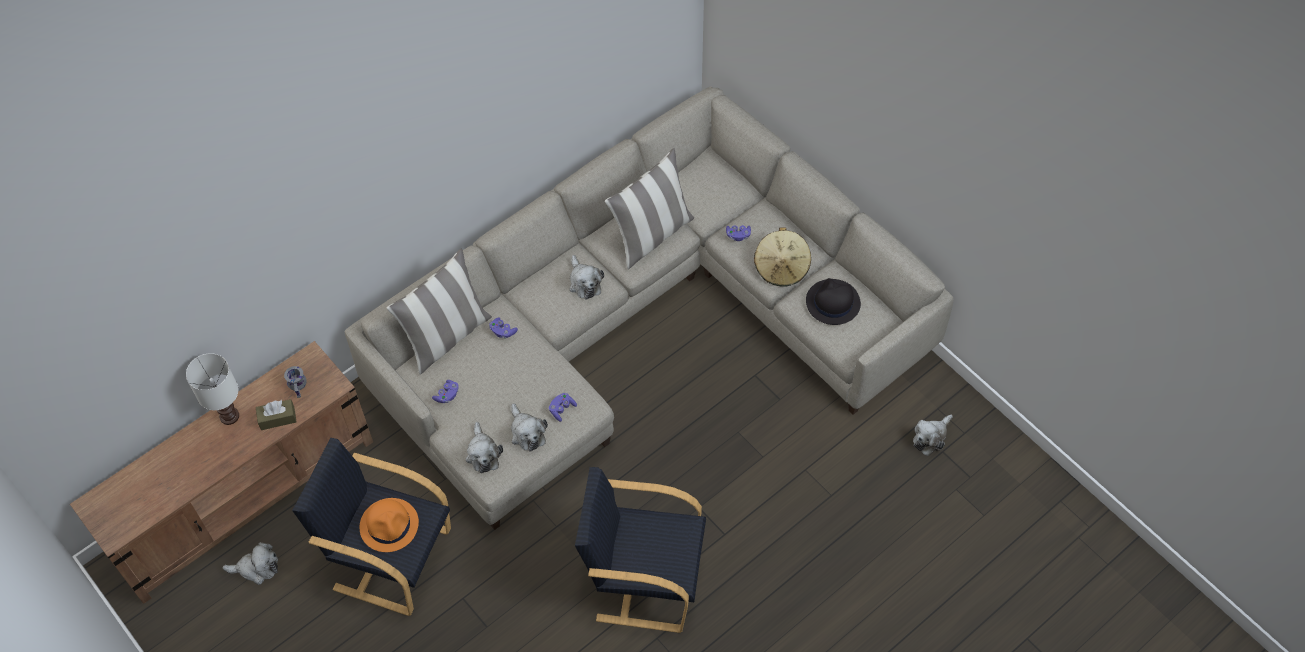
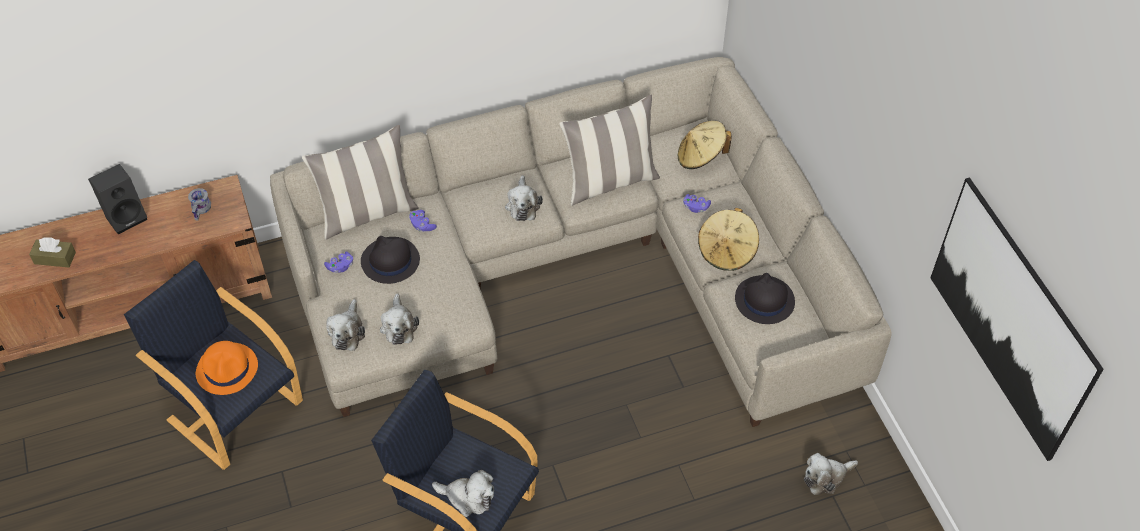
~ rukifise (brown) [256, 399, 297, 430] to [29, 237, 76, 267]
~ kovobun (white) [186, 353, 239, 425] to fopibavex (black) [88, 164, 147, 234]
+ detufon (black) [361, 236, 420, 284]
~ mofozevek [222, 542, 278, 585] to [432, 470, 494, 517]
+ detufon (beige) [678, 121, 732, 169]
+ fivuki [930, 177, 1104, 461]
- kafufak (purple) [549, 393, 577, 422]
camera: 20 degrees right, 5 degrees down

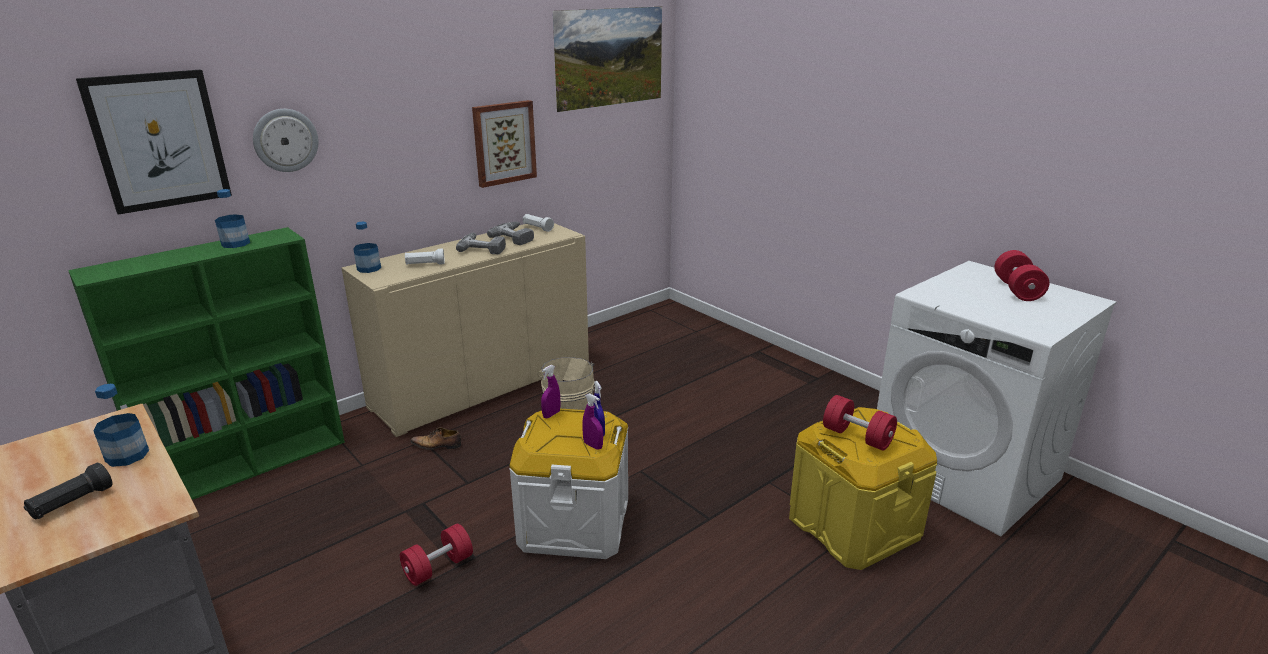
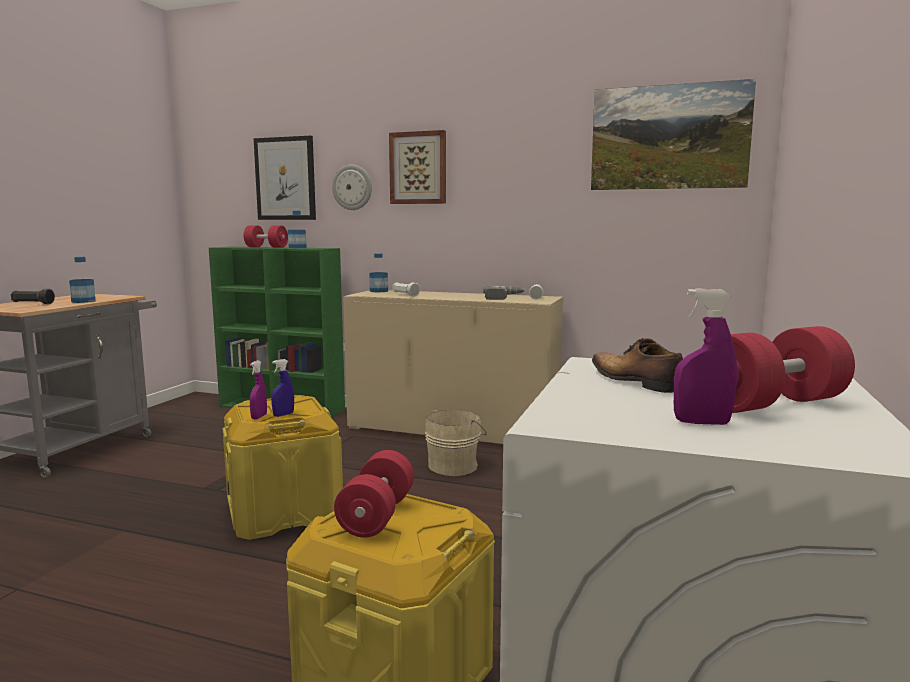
~ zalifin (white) [509, 409, 628, 559] to zalifin (yellow) [223, 395, 343, 540]
~ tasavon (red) [399, 524, 473, 586] to [244, 225, 288, 248]
~ fivuki [472, 100, 537, 188] to [389, 130, 446, 204]
~ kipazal [410, 427, 461, 450] to [592, 338, 683, 393]
~ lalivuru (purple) [541, 365, 560, 418] to [674, 288, 737, 425]
- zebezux [456, 233, 506, 254]
camera: 60 degrees right, 15 degrees down

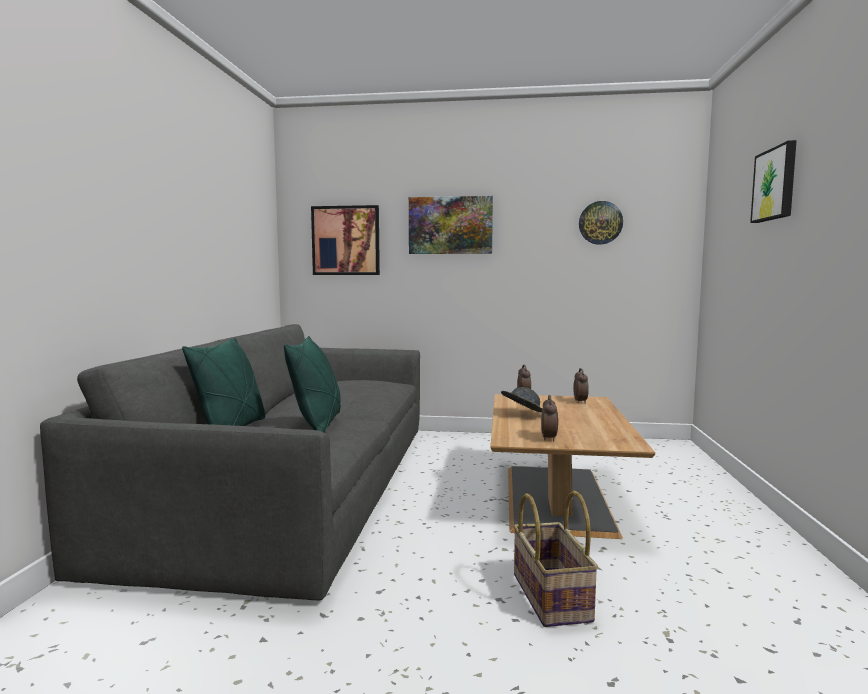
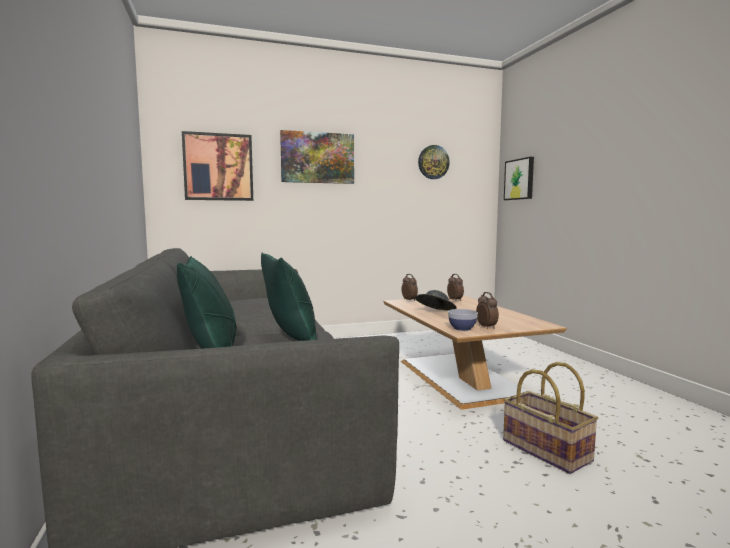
+ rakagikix [448, 309, 478, 331]
~ fivuki [750, 140, 797, 223] to [504, 157, 534, 200]
camera: 25 degrees left, 0 degrees up

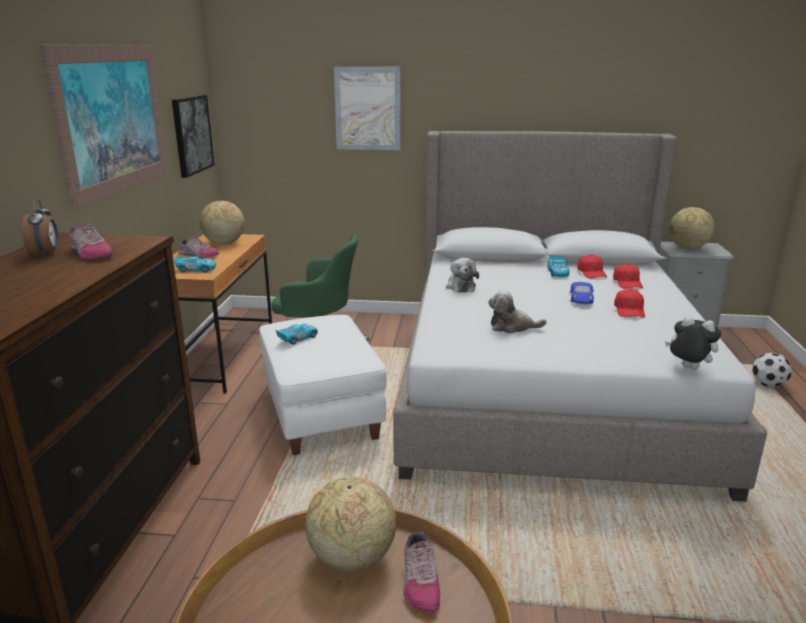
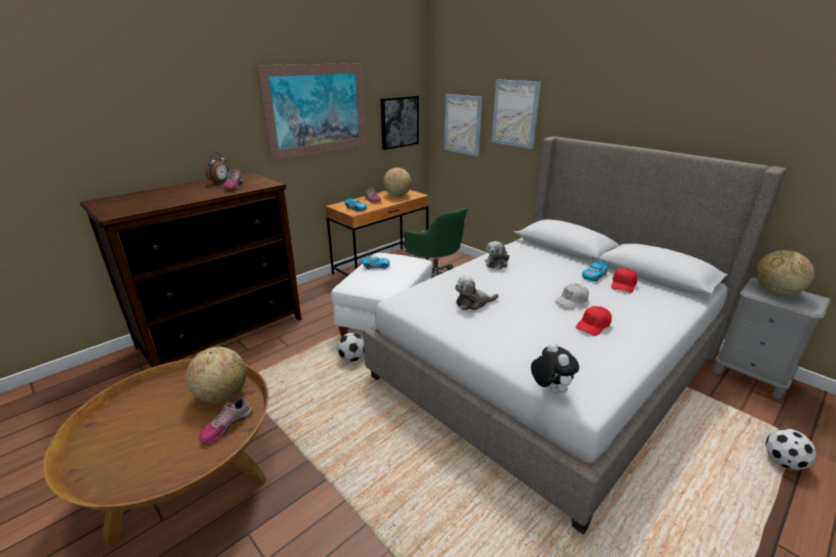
+ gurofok [337, 333, 364, 362]
+ fivuki [444, 94, 482, 156]
~ mofozevek [488, 290, 547, 333] = [455, 276, 498, 310] 60 degrees counterclockwise
~ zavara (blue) [570, 282, 594, 304] to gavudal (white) [555, 283, 589, 309]
- gavudal (red) [613, 264, 643, 289]
camera: 40 degrees right, 5 degrees up

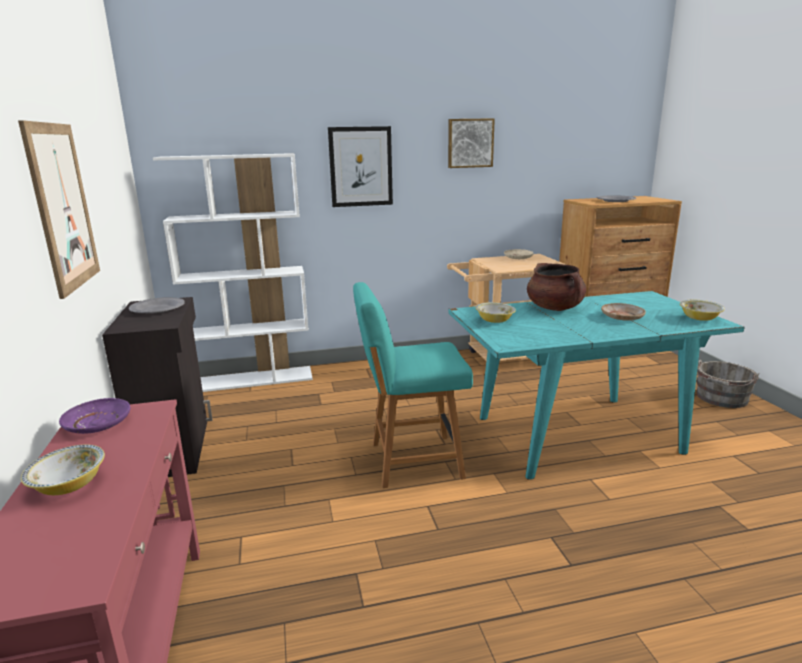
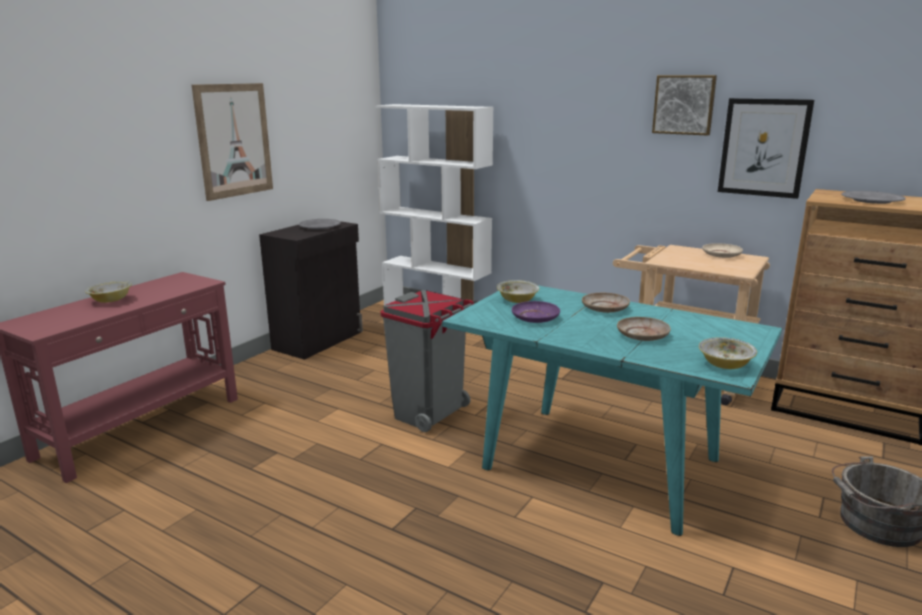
~ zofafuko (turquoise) [353, 282, 473, 488] to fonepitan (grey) [381, 290, 474, 432]
~ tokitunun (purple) [59, 398, 130, 434] to [512, 301, 560, 323]
~ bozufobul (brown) [527, 263, 586, 311] to tokitunun (beige) [582, 293, 630, 313]
~ fivuki [328, 126, 393, 207] to [718, 98, 814, 199]
camera: 45 degrees right, 0 degrees up

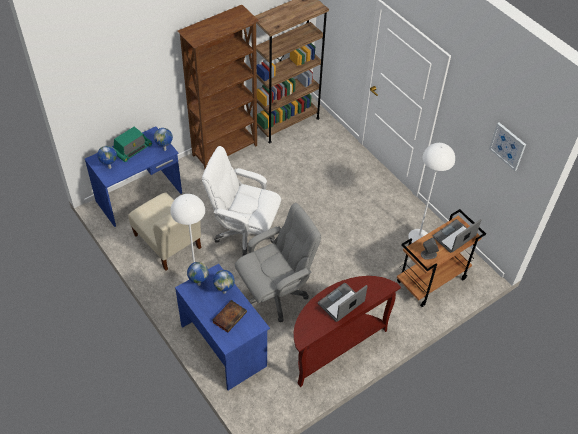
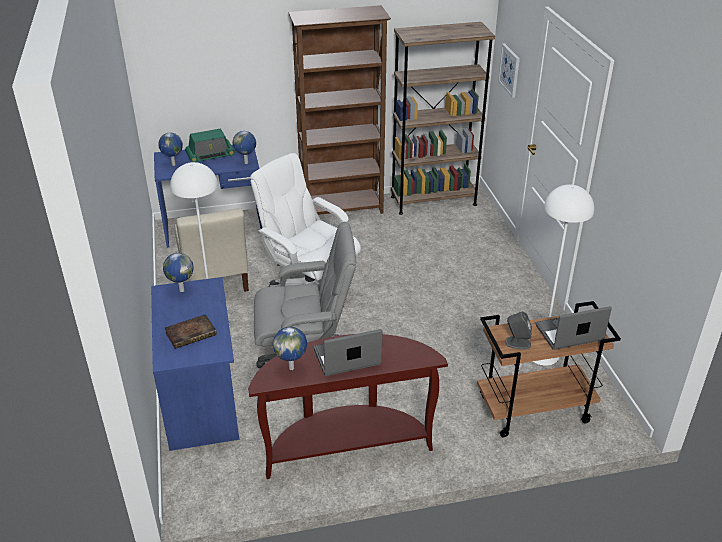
~ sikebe [213, 270, 235, 294] to [273, 327, 307, 370]
~ fivuki [489, 122, 526, 171] to [498, 43, 520, 98]
camera: 25 degrees right, 15 degrees down

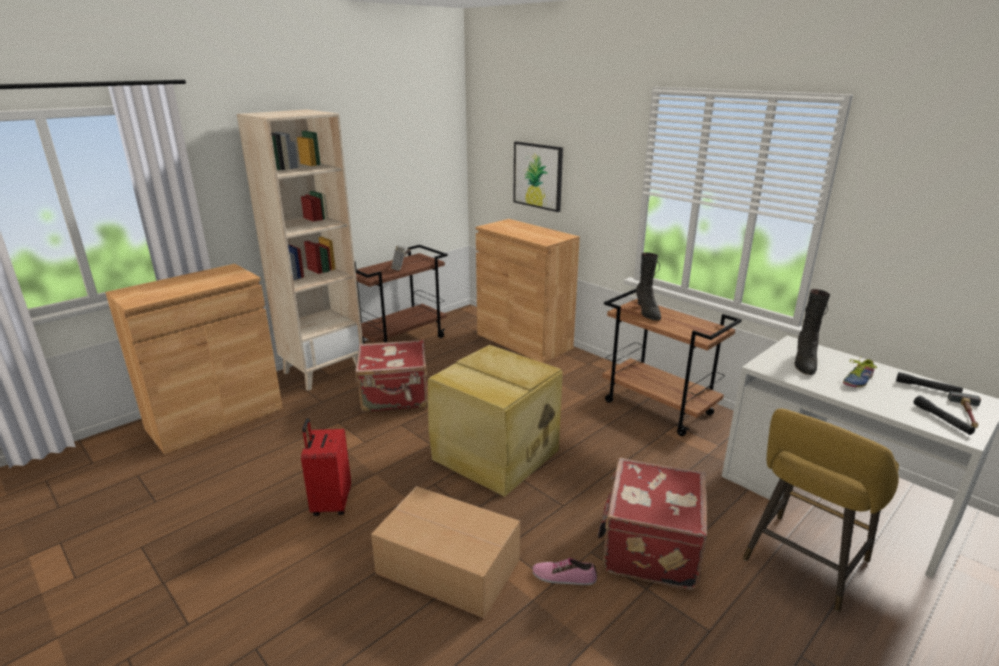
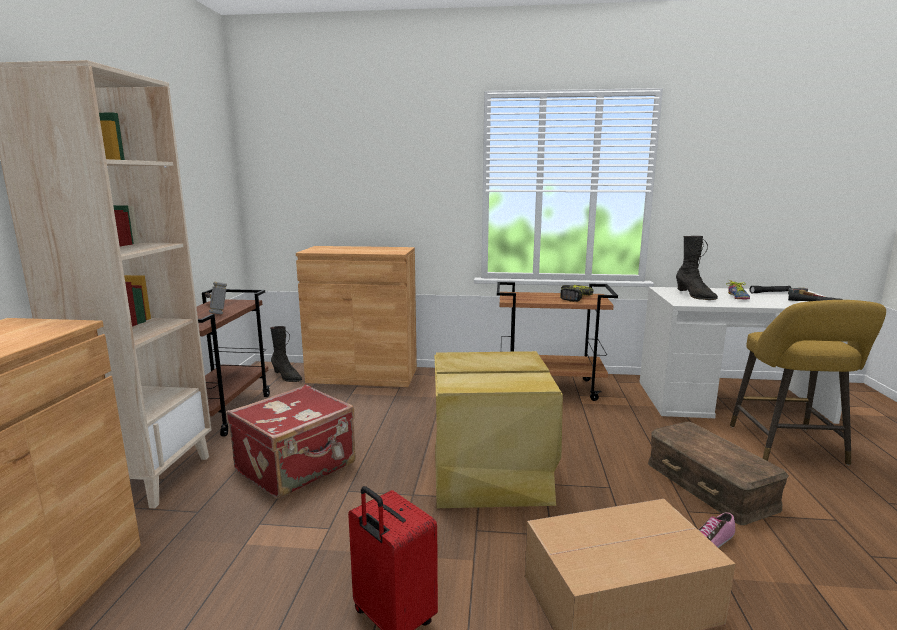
~ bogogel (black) [636, 252, 661, 321] to [270, 326, 302, 382]
+ zebezux [560, 285, 593, 302]
~ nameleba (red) [598, 458, 707, 590] to zalifin (brown) [648, 422, 789, 525]
- fivuki [513, 141, 563, 212]
camera: 40 degrees left, 10 degrees down

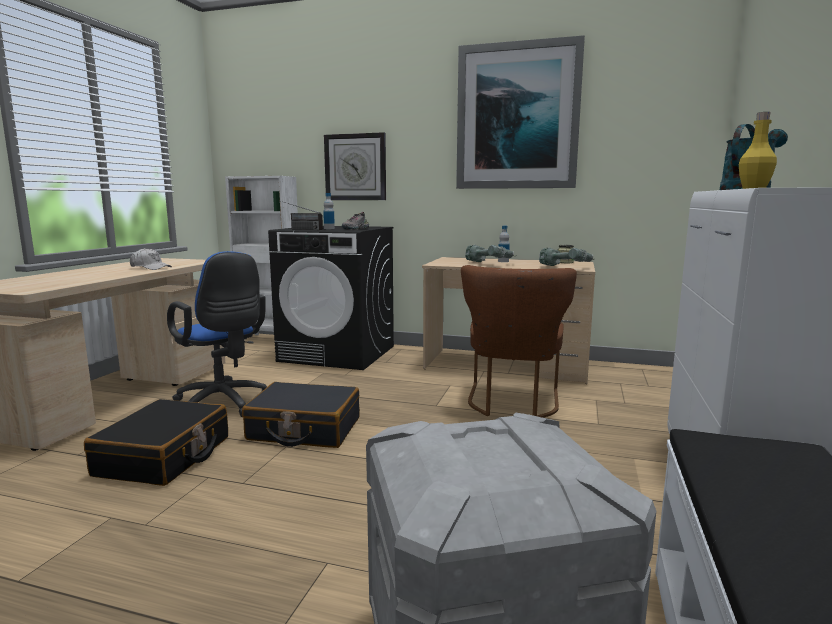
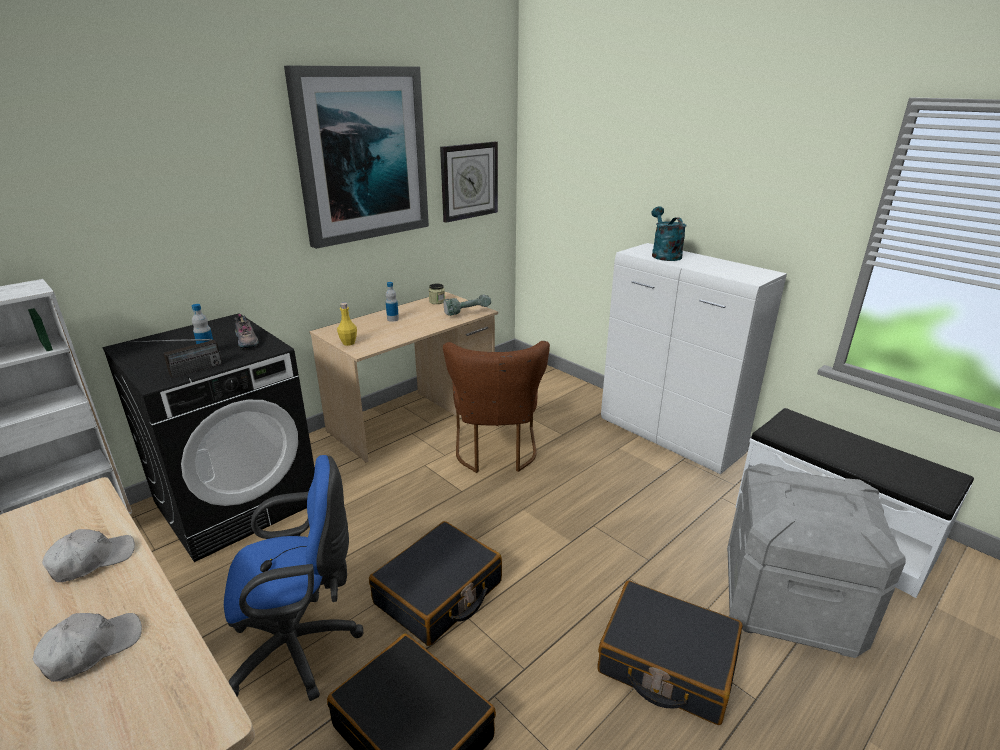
+ gavudal (white) [33, 613, 142, 682]
~ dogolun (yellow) [739, 112, 777, 189] to [337, 303, 357, 346]
~ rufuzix [324, 132, 386, 200] to [440, 142, 498, 223]
~ zofafuko (brown) [461, 265, 577, 418] = [443, 341, 550, 473] 45 degrees clockwise
+ nameleba (black) [597, 581, 742, 725]
- zebezux [465, 245, 516, 262]
camera: 60 degrees left, 15 degrees up

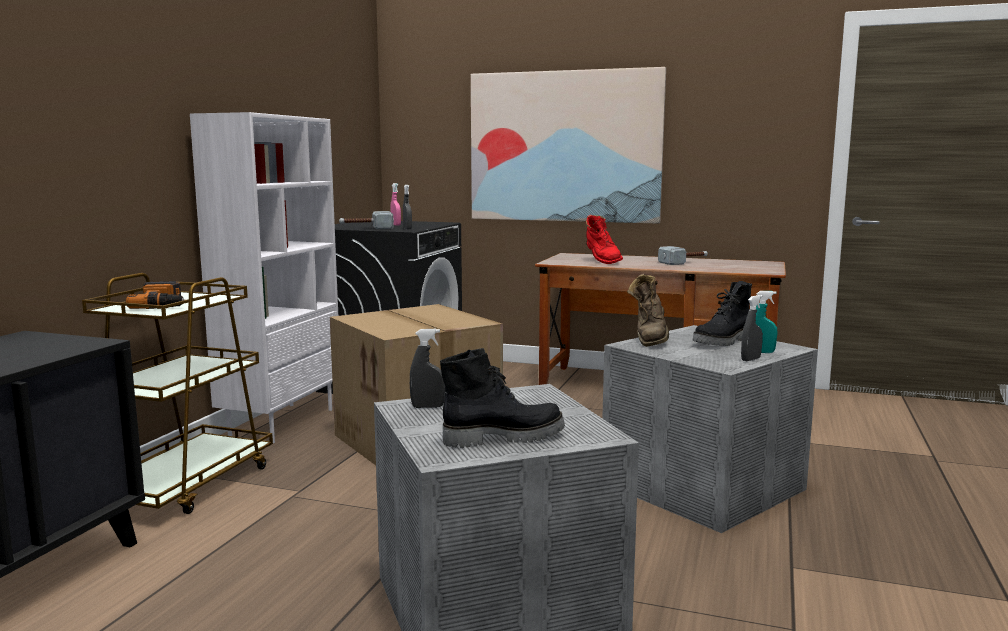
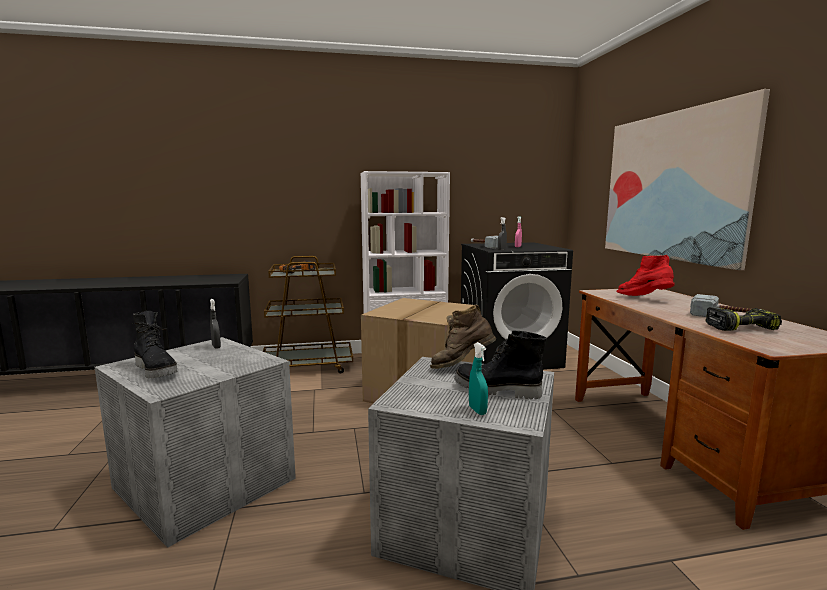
~ bogogel (red) [586, 215, 623, 264] = [617, 255, 674, 296] 105 degrees clockwise
+ zebezux [706, 307, 782, 331]
- lalivuru (grey) [741, 295, 763, 361]
camera: 60 degrees right, 0 degrees up

